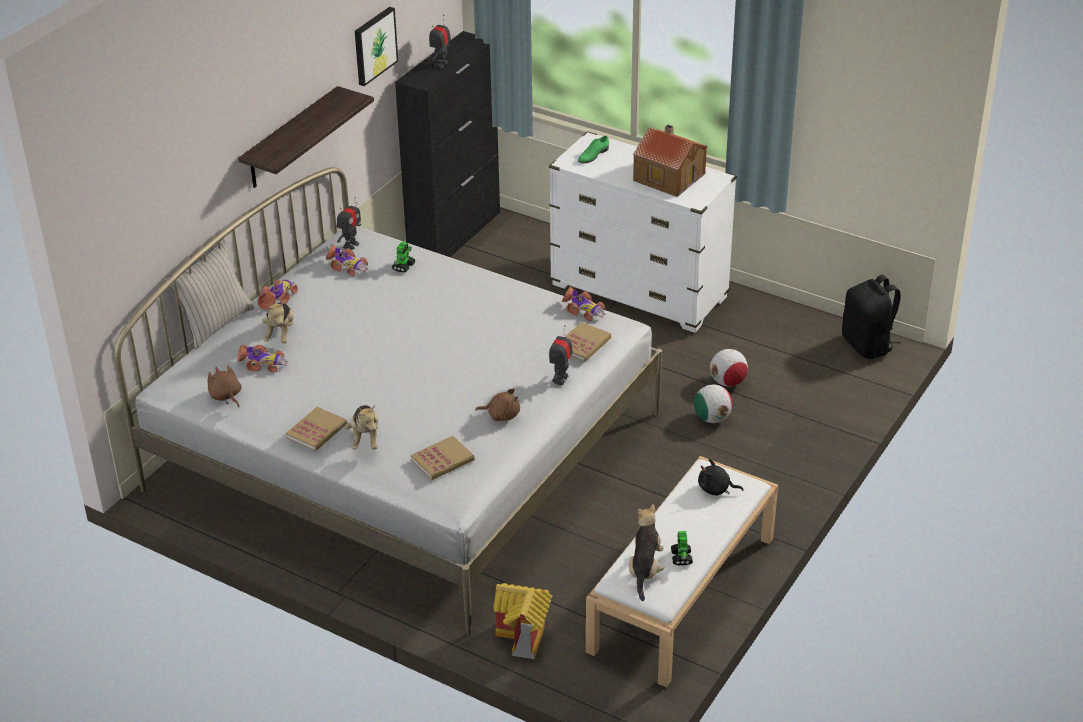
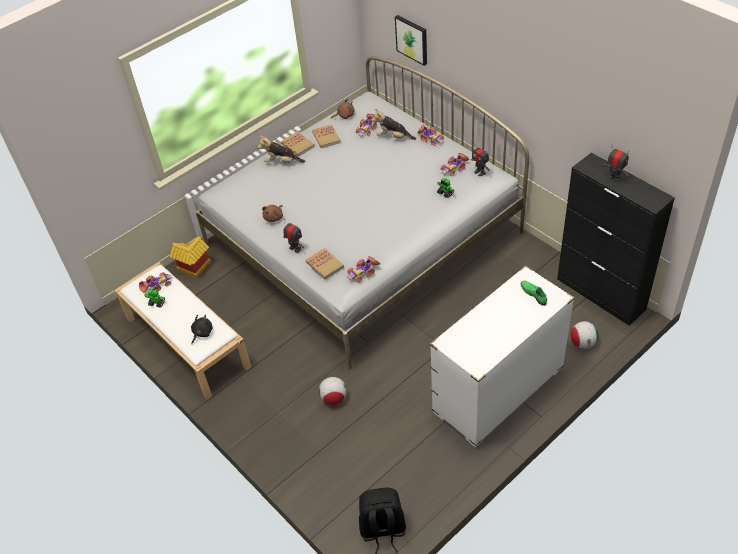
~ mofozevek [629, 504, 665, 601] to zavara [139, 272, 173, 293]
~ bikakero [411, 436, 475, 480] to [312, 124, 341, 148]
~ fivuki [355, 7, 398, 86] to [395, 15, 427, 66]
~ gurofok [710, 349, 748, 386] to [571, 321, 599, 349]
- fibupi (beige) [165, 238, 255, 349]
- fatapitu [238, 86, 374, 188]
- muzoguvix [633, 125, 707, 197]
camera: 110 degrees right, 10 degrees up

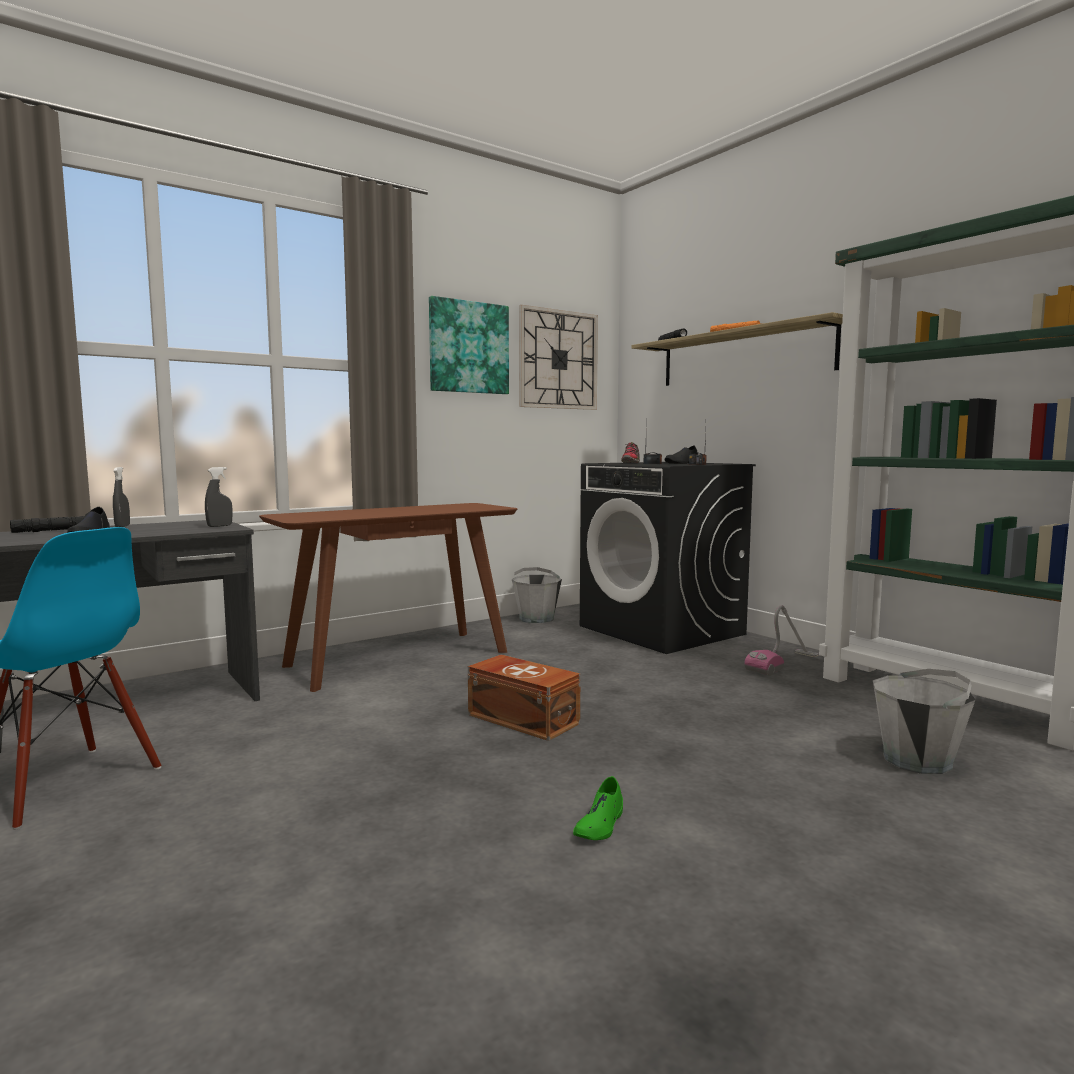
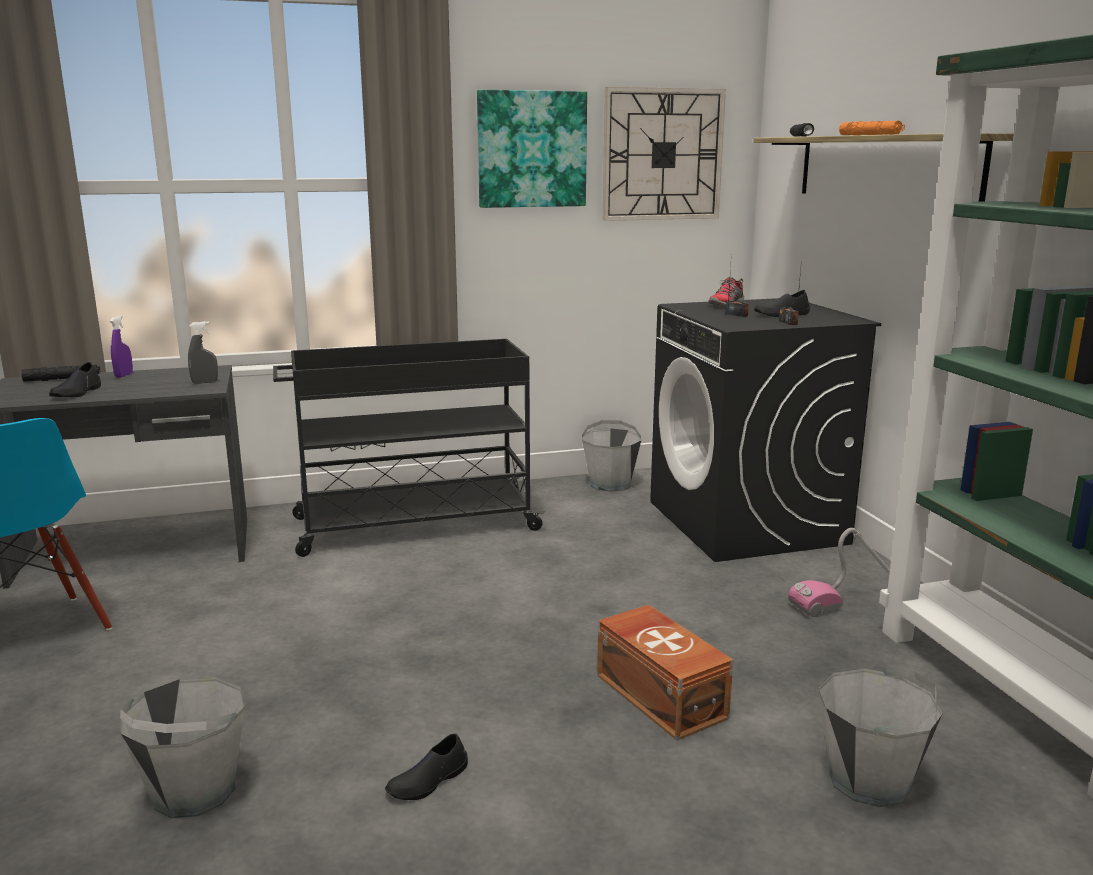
~ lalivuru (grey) [113, 467, 130, 527] to lalivuru (purple) [110, 315, 133, 378]
+ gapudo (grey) [120, 677, 245, 818]
~ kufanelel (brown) [259, 503, 517, 692] to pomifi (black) [273, 339, 545, 557]
~ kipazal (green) [573, 776, 623, 840] to kipazal (black) [385, 733, 468, 800]
~ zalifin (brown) [468, 655, 581, 741] to [597, 604, 733, 741]
camera: 20 degrees right, 10 degrees up

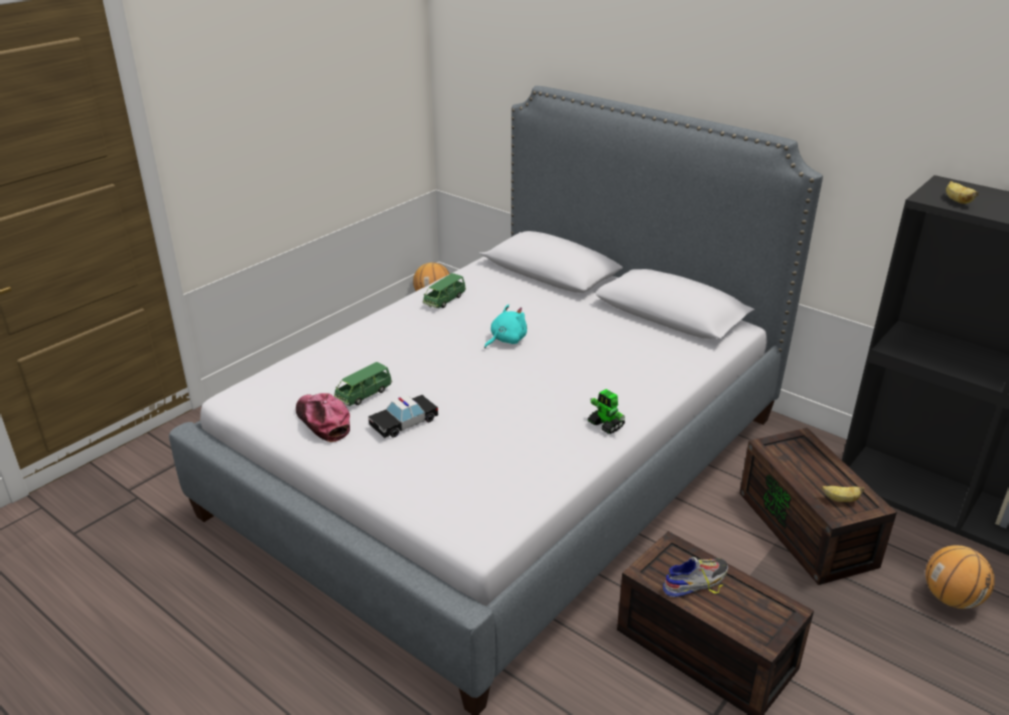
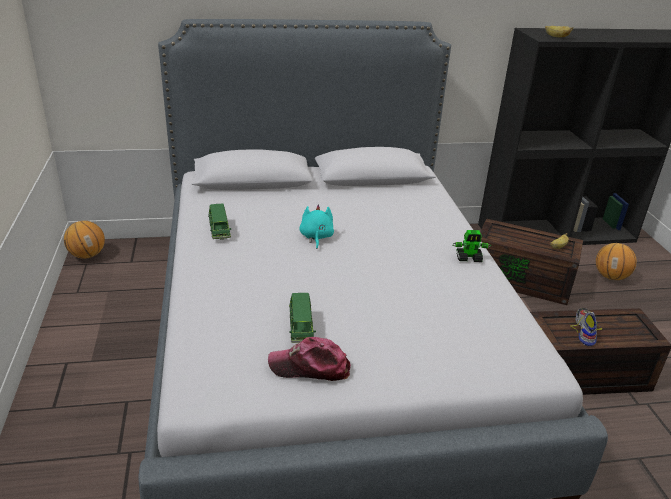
- zavara [368, 395, 438, 438]
camera: 50 degrees left, 0 degrees up

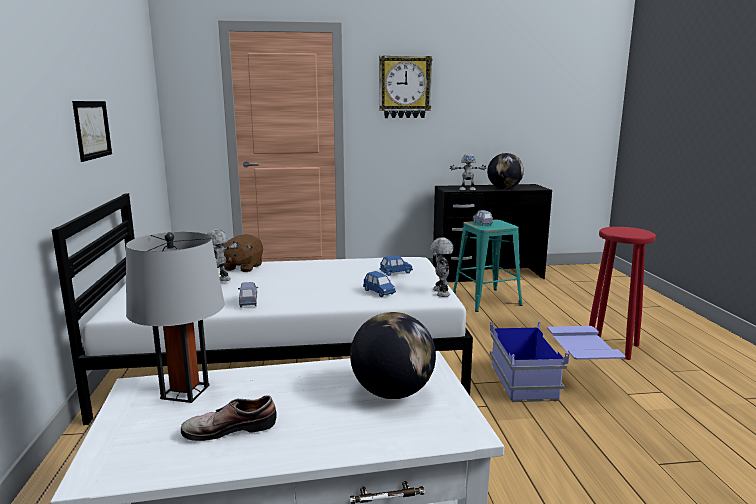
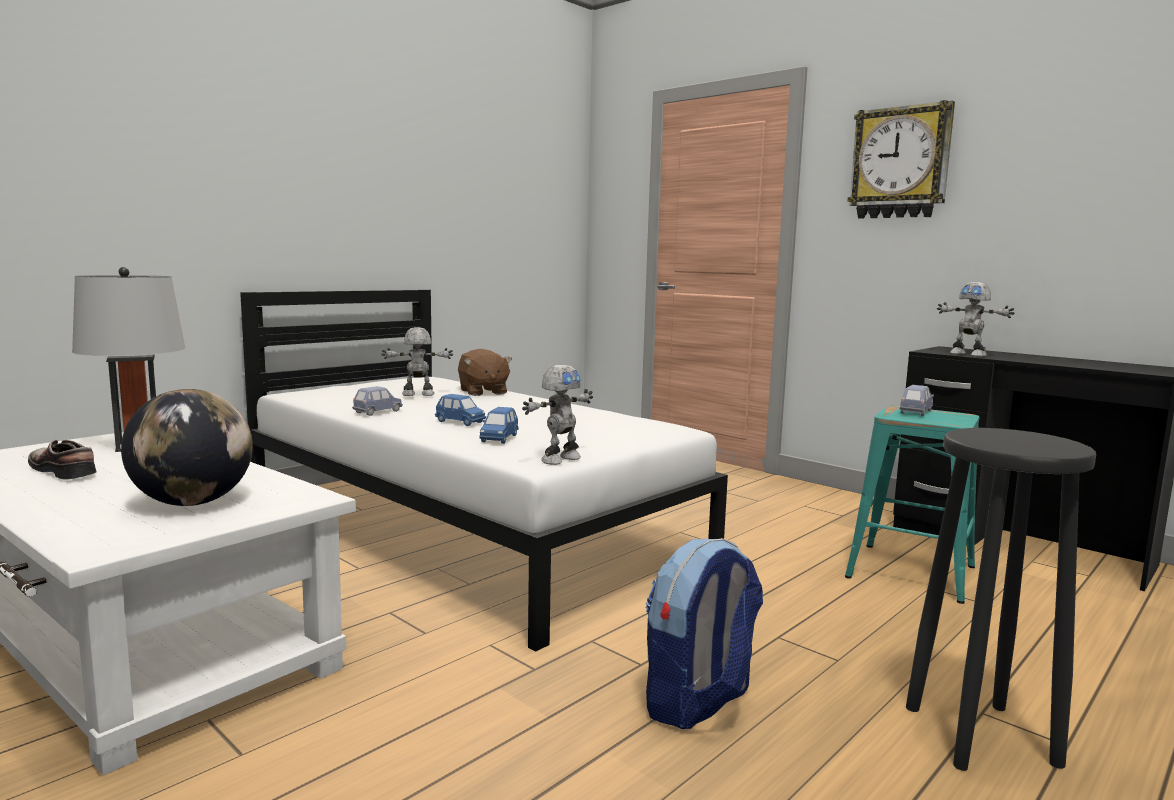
~ zavara (blue) [379, 255, 413, 276] to [435, 394, 486, 426]
~ mofozevek (brown) [219, 234, 263, 272] = [458, 349, 512, 396] 90 degrees counterclockwise
~ zalifin (blue) [490, 321, 626, 402] to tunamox [645, 538, 763, 729]
~ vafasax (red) [589, 227, 656, 360] to vafasax (black) [906, 428, 1096, 771]
- fivuki [72, 101, 112, 162]
- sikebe [487, 153, 524, 189]
camera: 50 degrees right, 5 degrees down

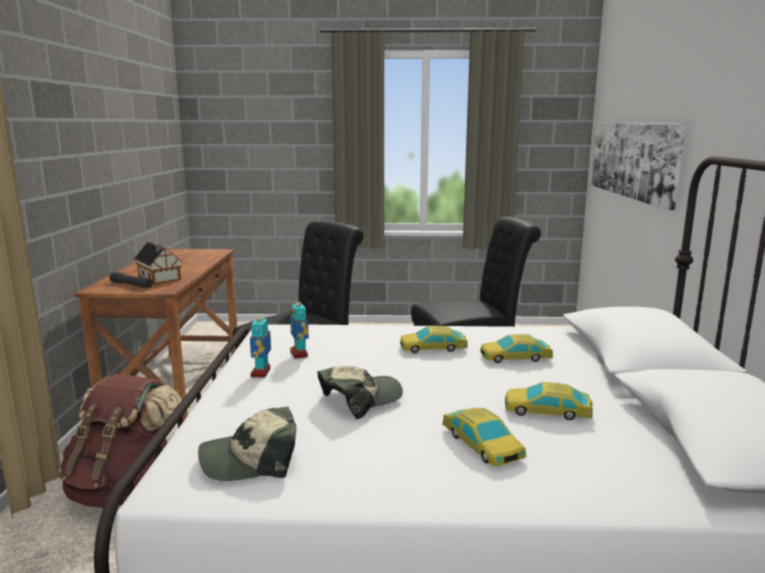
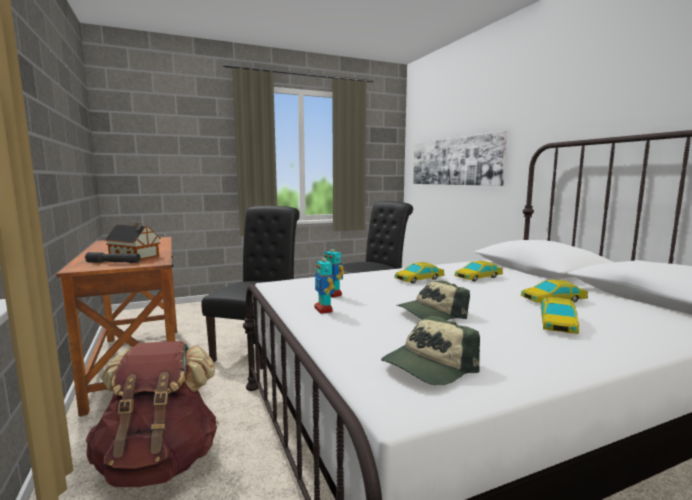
~ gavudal [317, 366, 403, 419] = [396, 280, 470, 320] 150 degrees counterclockwise
~ zavara [442, 408, 526, 466] = [541, 297, 579, 334] 75 degrees clockwise
camera: 25 degrees left, 5 degrees down

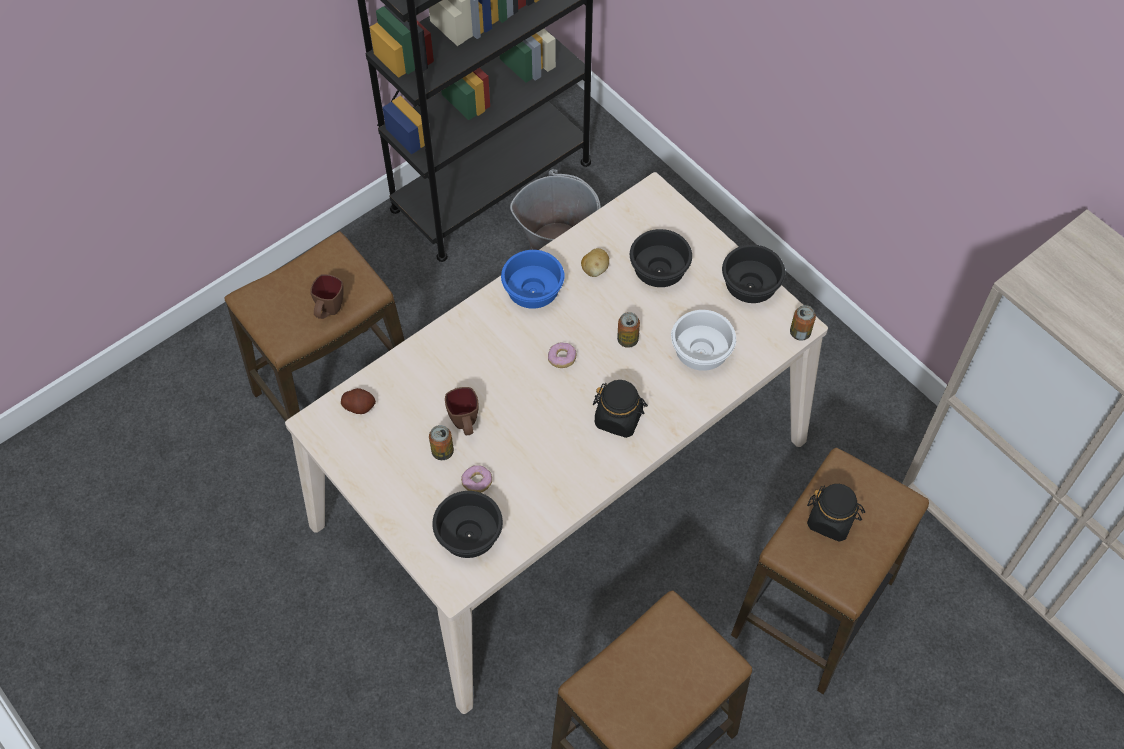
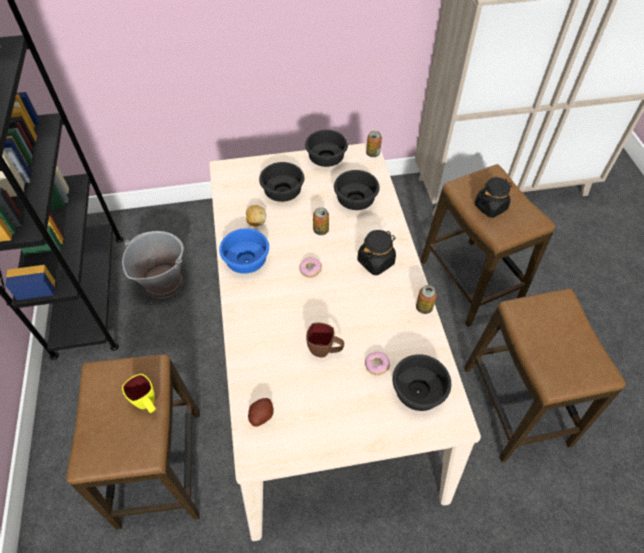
~ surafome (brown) [310, 274, 344, 319] to surafome (yellow) [122, 374, 156, 413]
~ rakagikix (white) [671, 310, 736, 371] to rakagikix (black) [334, 170, 380, 210]
~ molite [429, 425, 454, 460] to [416, 285, 437, 314]
camera: 60 degrees left, 5 degrees down

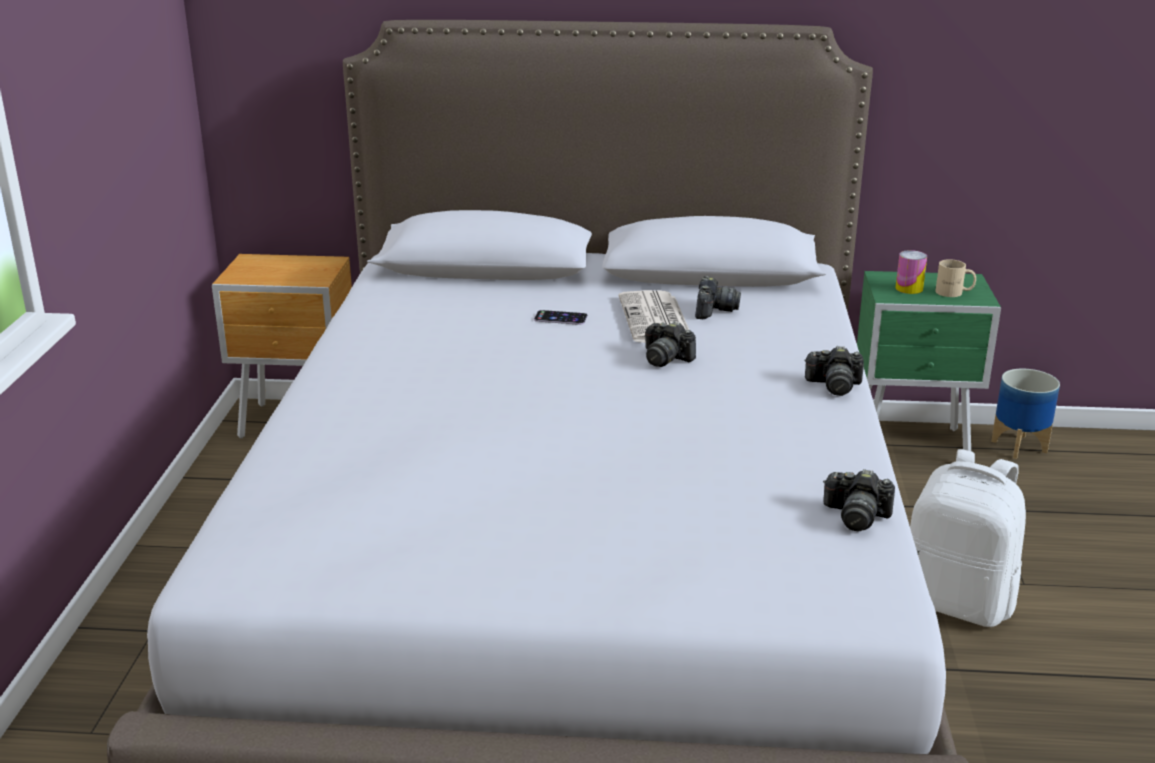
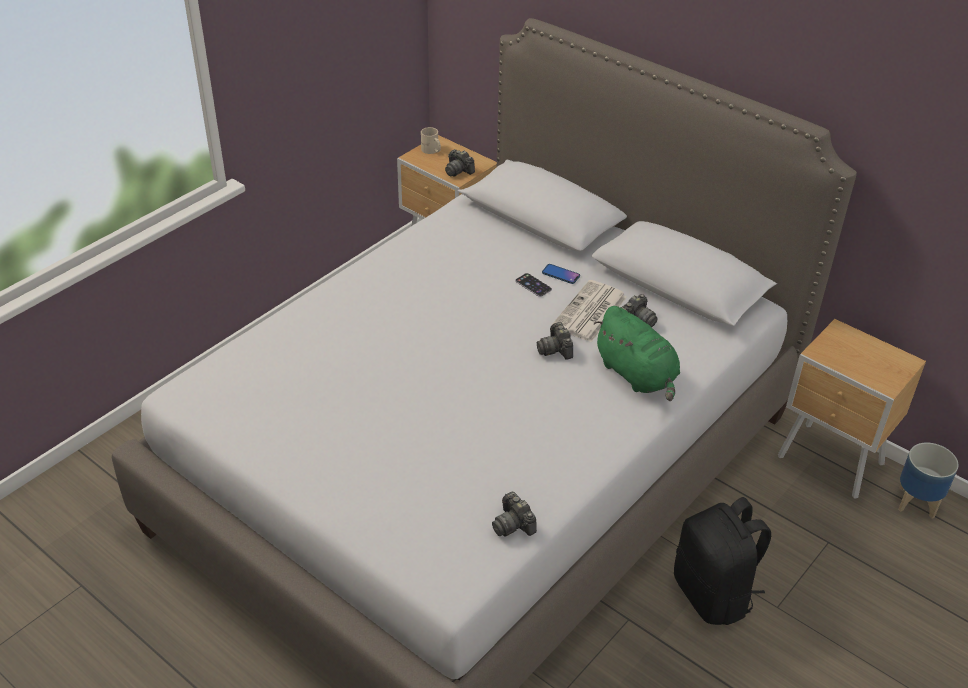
~ surafome (beige) [935, 259, 976, 297] to [421, 127, 441, 154]
~ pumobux [804, 346, 864, 396] to [445, 149, 475, 177]
+ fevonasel [542, 264, 580, 284]
+ mofozevek (green) [593, 306, 680, 401]
~ tunamox (white) [910, 449, 1026, 627] to tunamox (black) [674, 497, 771, 625]
~ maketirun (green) [857, 271, 1001, 451] to maketirun (brown) [778, 319, 926, 499]
- molite [896, 250, 927, 294]
camera: 35 degrees right, 15 degrees up

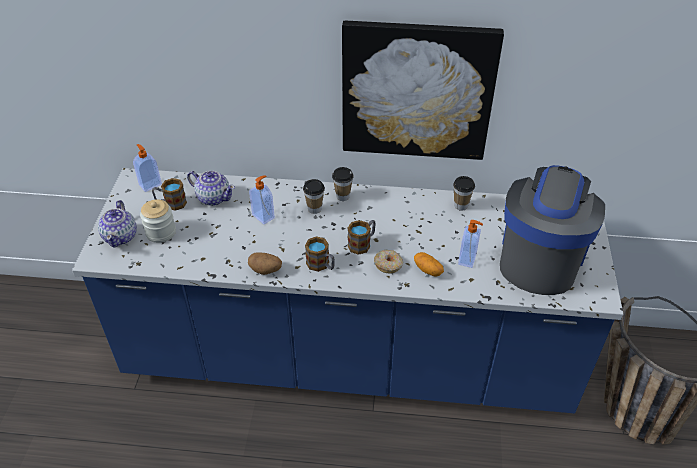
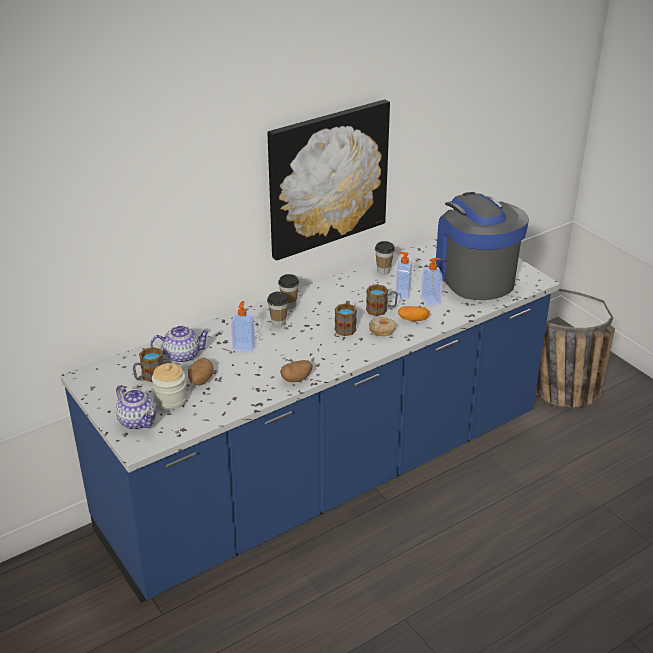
+ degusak [188, 358, 214, 385]
~ surafome [305, 236, 335, 272] to [366, 284, 398, 316]
~ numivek [133, 144, 162, 192] to [395, 252, 412, 299]
camera: 40 degrees left, 10 degrees down

